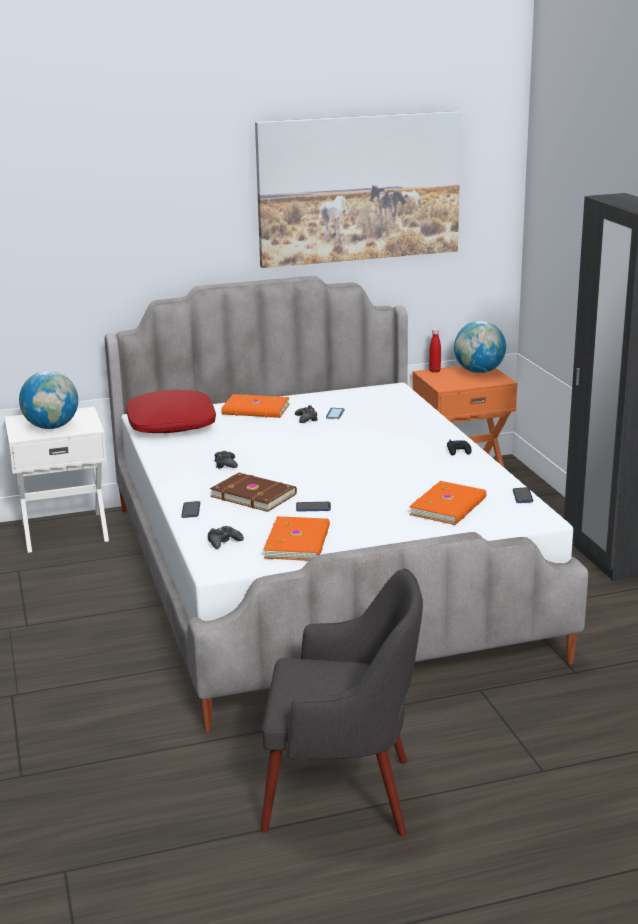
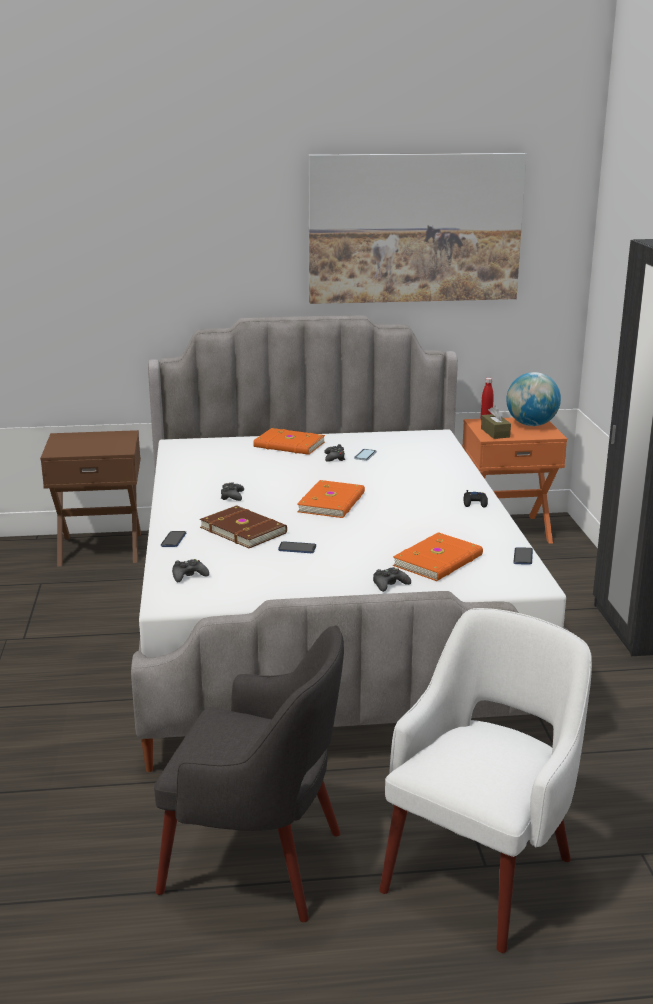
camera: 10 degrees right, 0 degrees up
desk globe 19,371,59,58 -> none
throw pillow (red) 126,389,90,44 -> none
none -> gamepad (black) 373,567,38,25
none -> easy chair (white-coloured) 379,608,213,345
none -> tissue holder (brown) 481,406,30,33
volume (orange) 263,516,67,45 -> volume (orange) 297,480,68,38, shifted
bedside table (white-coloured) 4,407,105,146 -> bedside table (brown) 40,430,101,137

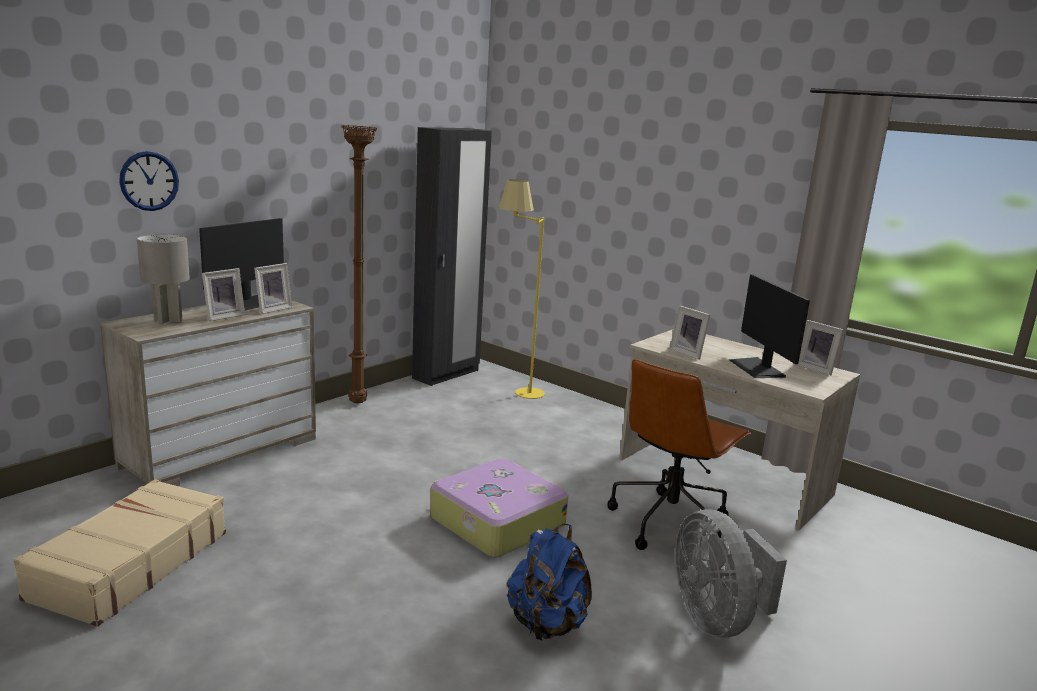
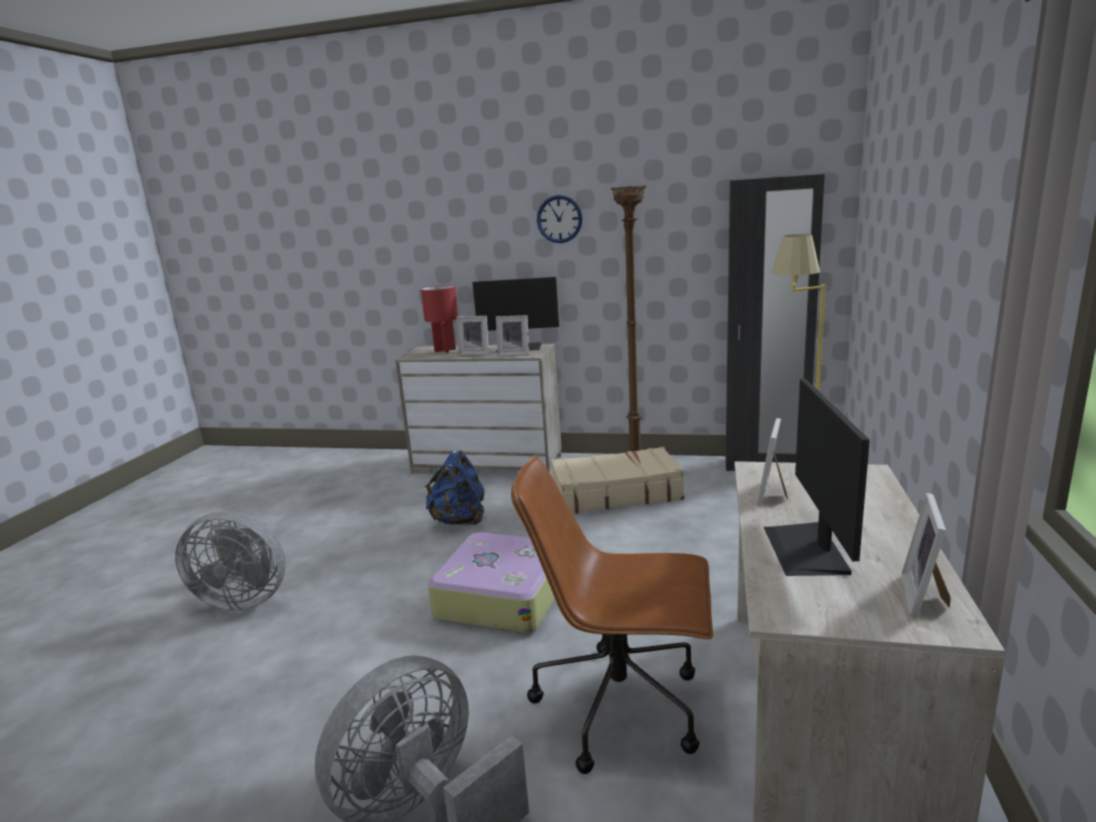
camera: 65 degrees right, 0 degrees up
none -> cooling fan (greyish) 175,511,111,100
travel case (beige) 14,479,212,148 -> travel case (beige) 551,447,133,67, shifted
clock on the wall 119,151,60,60 -> clock on the wall 537,195,45,48, shifted
knapsack (blue-coloured) 507,524,85,116 -> knapsack (blue-coloured) 425,451,60,74, shifted
table lamp (greyish) 137,234,53,90 -> table lamp (red) 421,285,38,68
computer display 729,274,81,104 -> computer display 764,378,106,198, 45 degrees counterclockwise

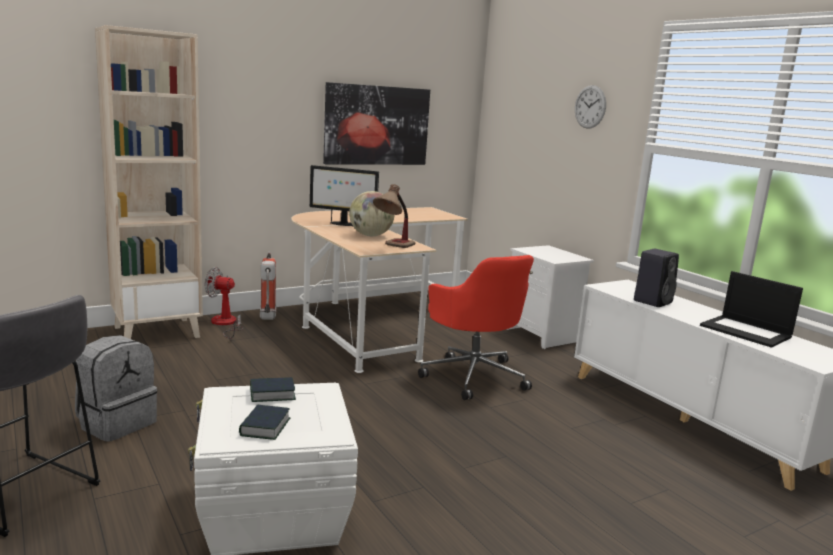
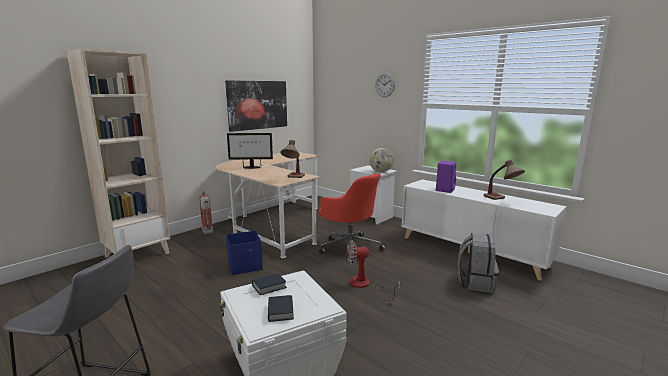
camera: 15 degrees left, 0 degrees up
none -> storage container (blue-coloured) 226,231,37,44
knapsack (greyish) 75,335,82,107 -> knapsack (greyish) 458,233,41,60, shifted
cooling fan 205,267,38,71 -> cooling fan 347,240,53,61, shifted
desk globe 349,191,46,45 -> desk globe 369,148,25,24, shifted
portable computer 700,271,103,77 -> table lamp 484,160,41,40
speaker (black) 634,249,45,58 -> speaker (purple) 436,161,20,32

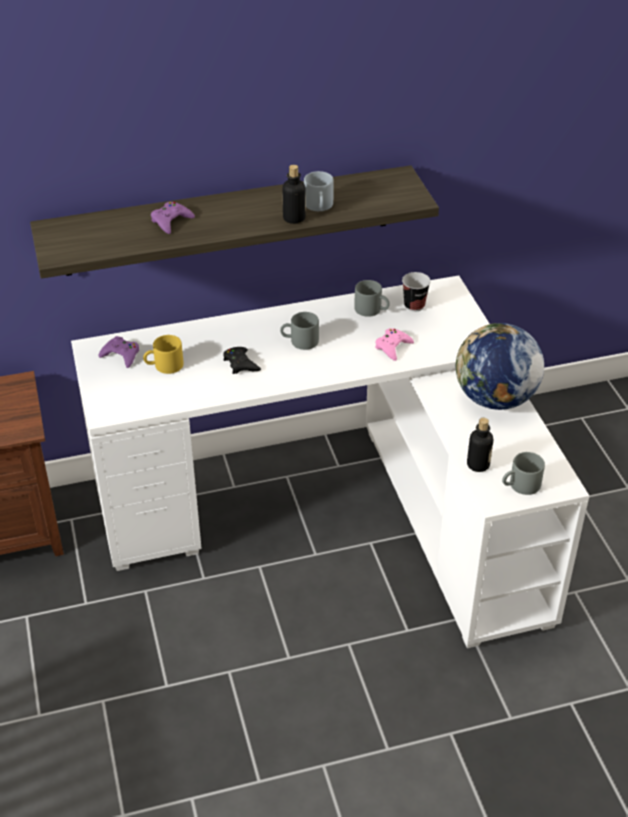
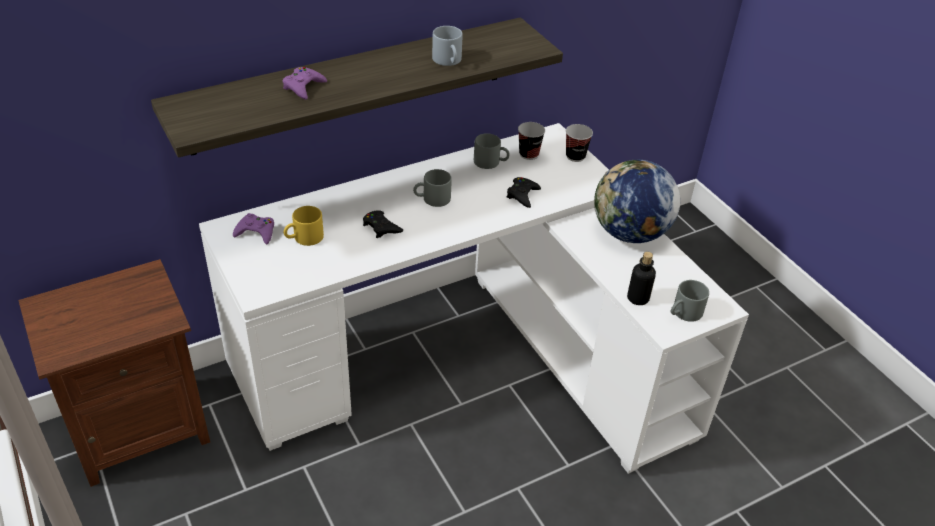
camera: 15 degrees left, 0 degrees up
bottle 282,165,24,59 -> none
none -> drinking cup 566,124,27,38
gamepad (pink-coloured) 375,328,39,33 -> gamepad (black) 507,177,34,31

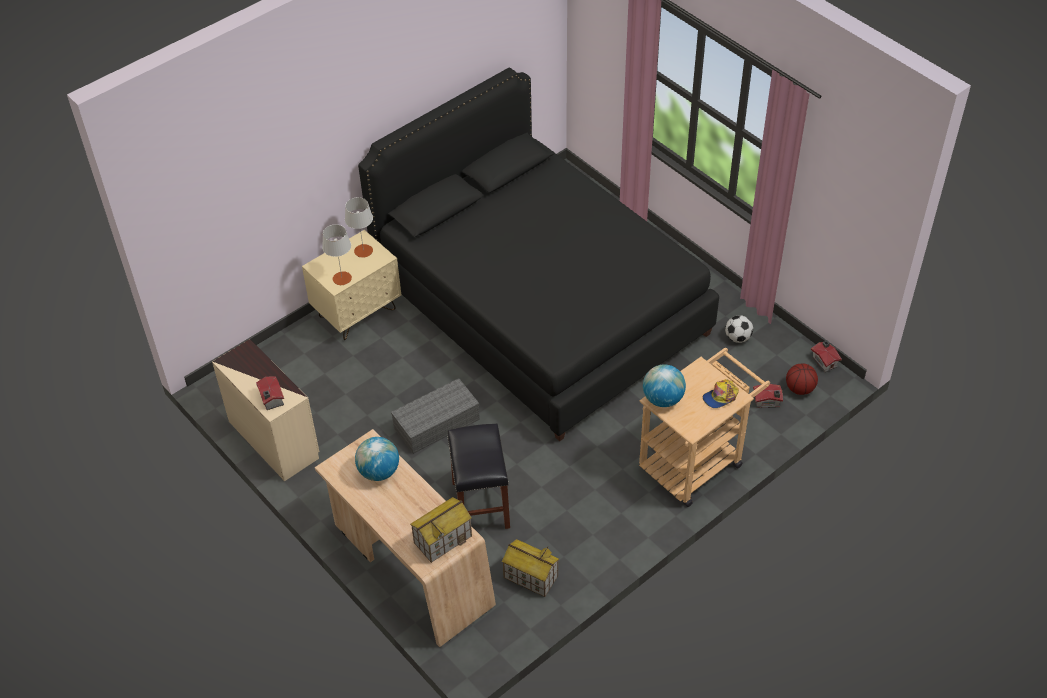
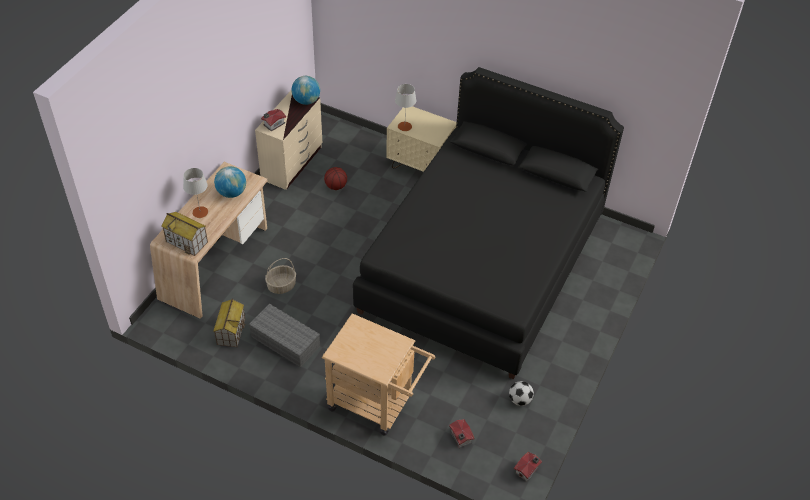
camera: 65 degrees right, 0 degrees up
peaked cap 703,379,36,29 -> none
table lamp (greyish) 345,197,28,61 -> table lamp (greyish) 183,168,25,50, shifted
storage container (greyish) 391,378,89,76 -> storage container (greyish) 249,304,71,64, shifted
desk globe 643,364,43,43 -> desk globe 292,76,28,29, shifted
ball for basketball 786,363,32,32 -> ball for basketball 324,167,23,23, shifted
stool seat (black) 448,423,62,106 -> basket 265,258,31,36

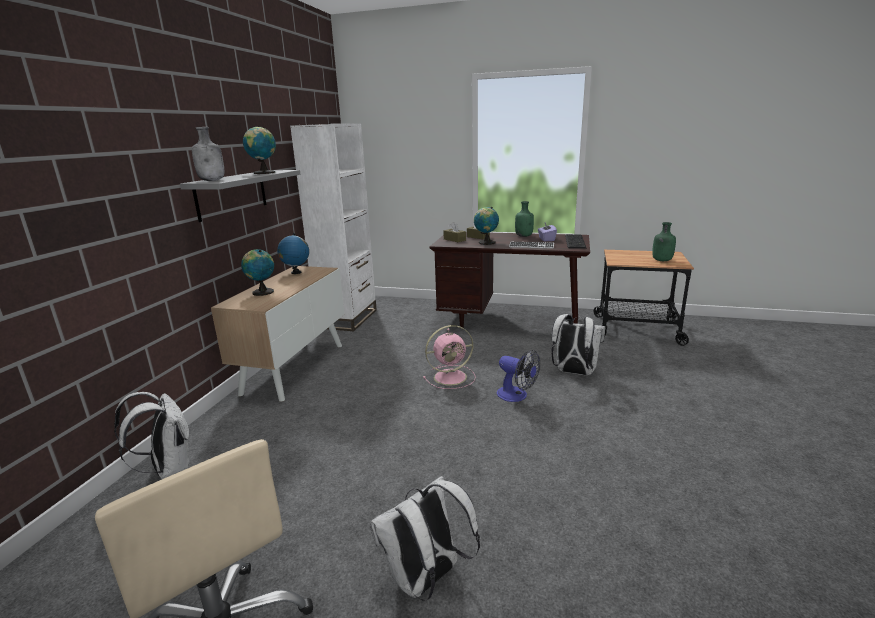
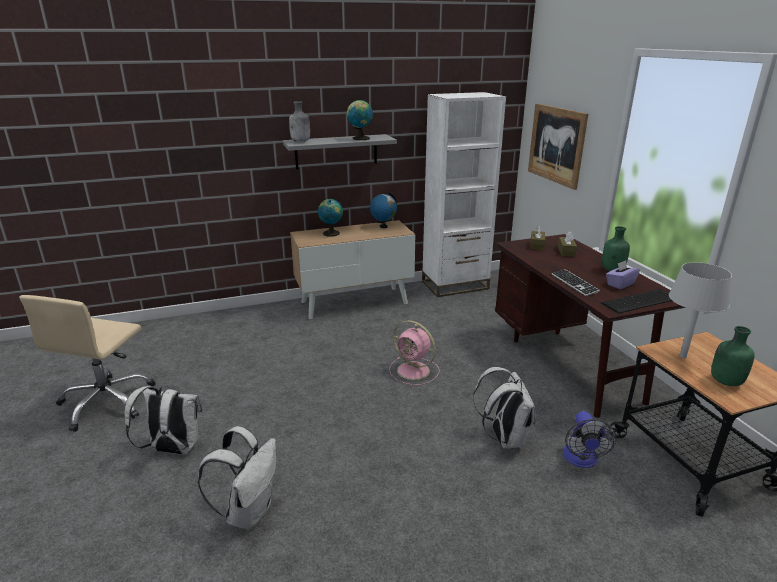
camera: 55 degrees right, 5 degrees up
desk globe 474,207,25,38 -> none
none -> wall picture 528,103,60,87
none -> table lamp (greyish) 669,262,63,96
knapsack (white-coloured) 114,392,75,87 -> knapsack (white-coloured) 198,426,78,104, shifted
cooling fan 497,350,43,52 -> cooling fan 563,411,54,57, shifted

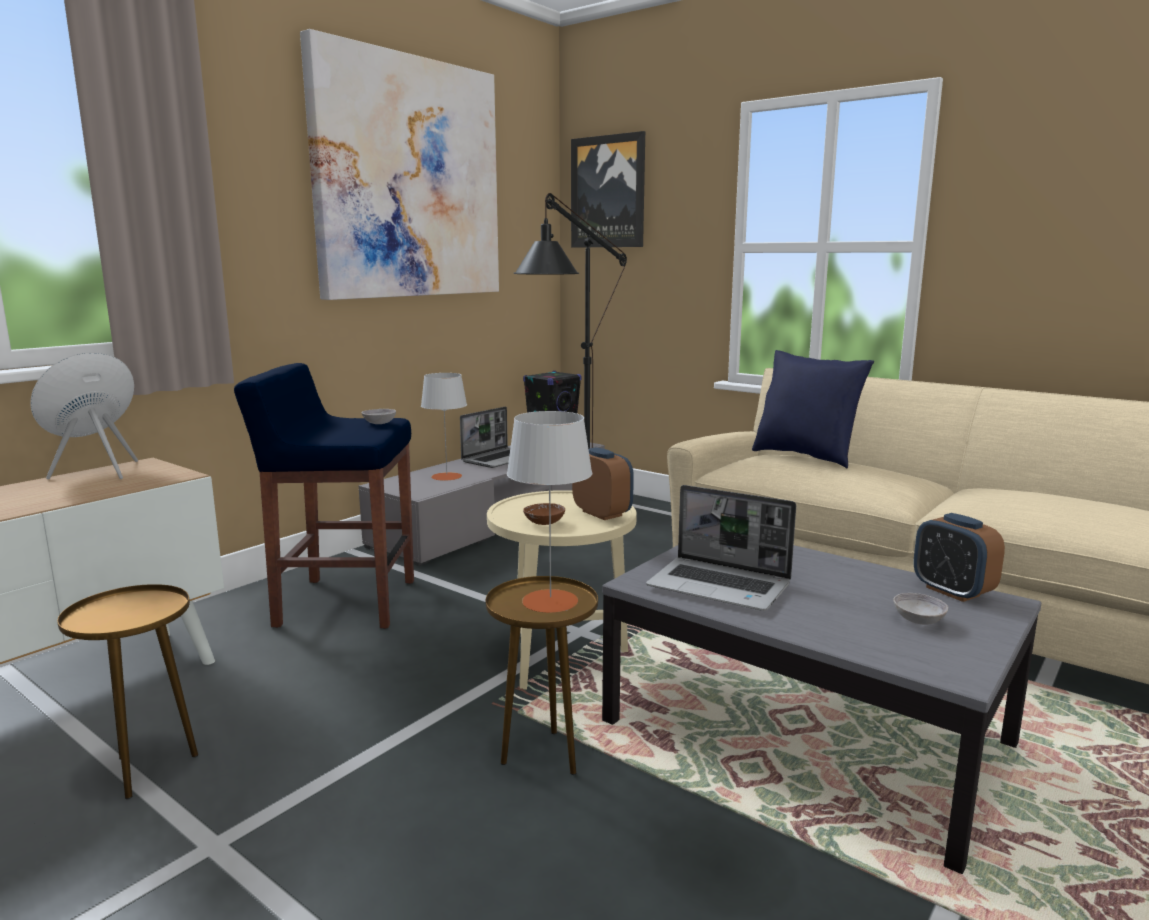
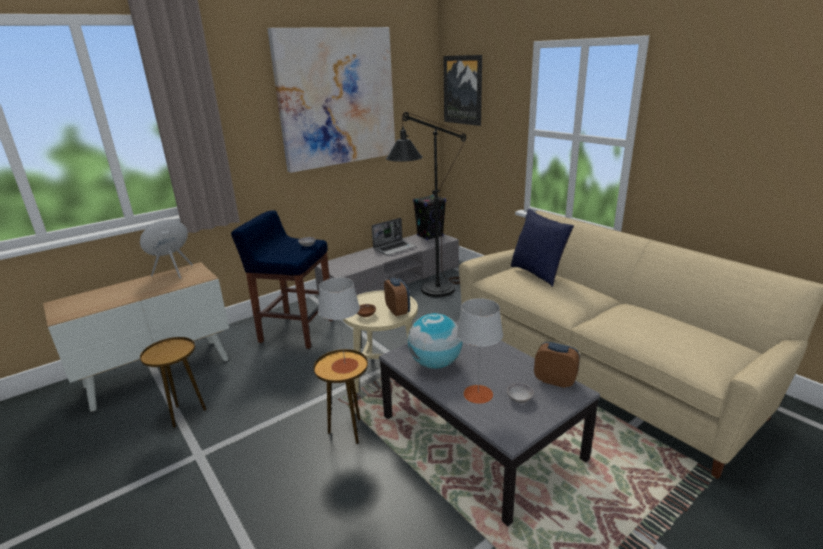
camera: 15 degrees right, 10 degrees up
table lamp (greyish) 421,373,46,108 -> table lamp (greyish) 457,298,46,106, shifted
portable computer 646,485,150,126 -> desk globe 408,313,55,56
alarm clock 913,513,92,89 -> alarm clock 534,342,46,46, 135 degrees clockwise

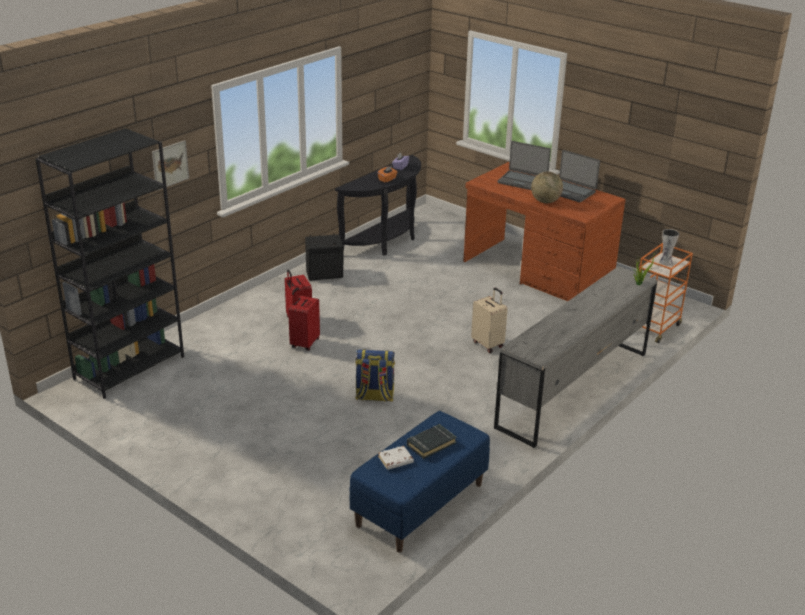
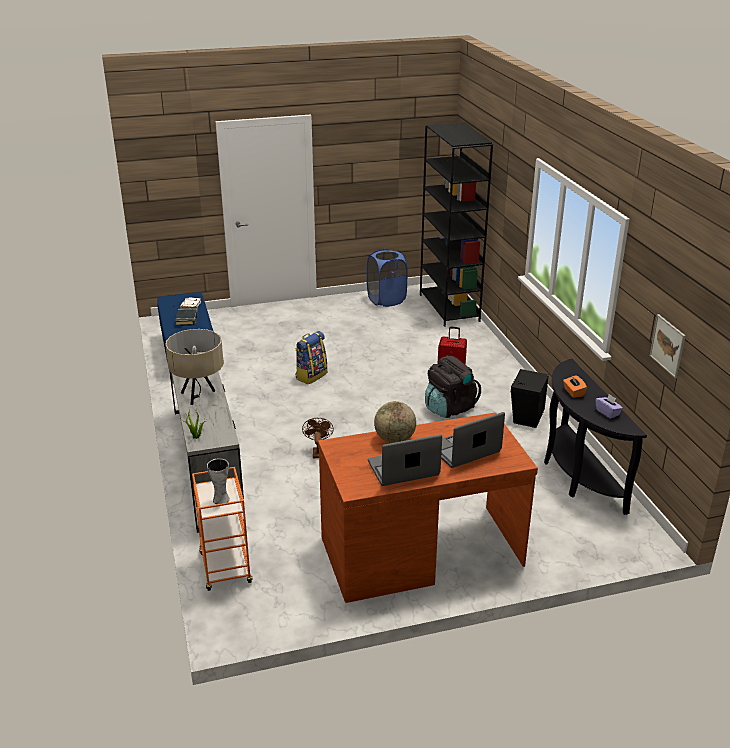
camera: 125 degrees right, 0 degrees up
travel case (red) 288,287,32,64 -> none
none -> table lamp (beige) 165,329,59,76
none -> hamper (blue-coloured) 367,249,41,58
none -> knapsack (black) 425,356,56,62
wall picture 152,140,37,51 -> wall picture 650,314,36,64, shifted
travel case (beige) 471,288,37,65 -> cooling fan (brown) 302,418,32,40

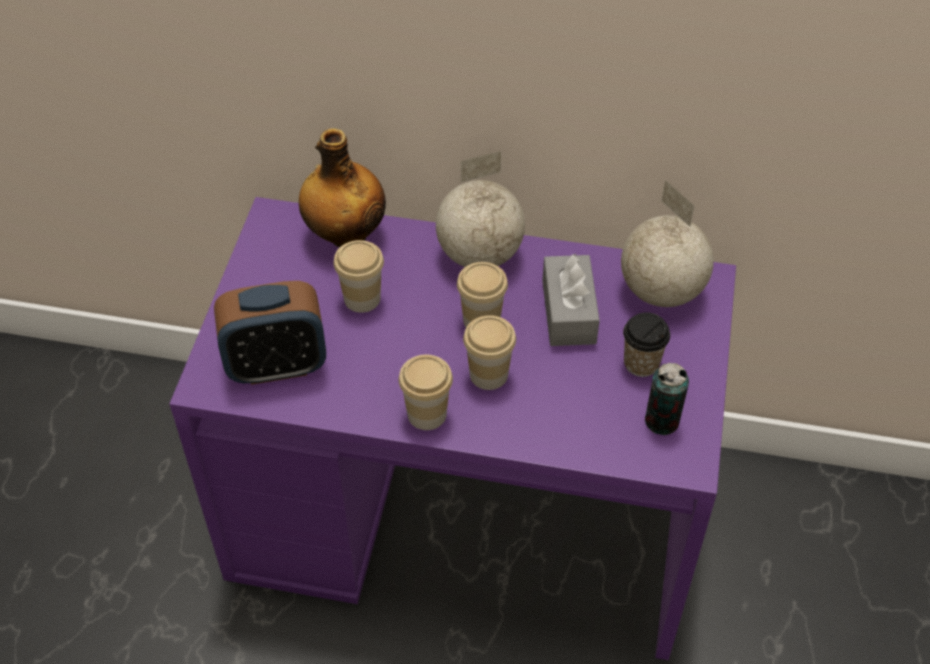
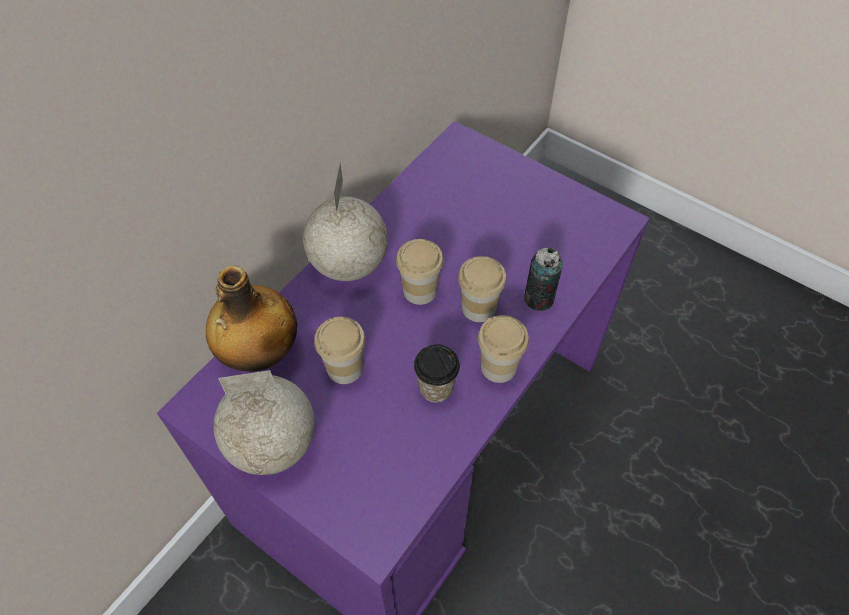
camera: 65 degrees left, 5 degrees up
alarm clock 214,281,112,104 -> none
tissue holder (greyish) 542,254,58,92 -> none
desk globe 621,180,93,127 -> desk globe 214,370,101,105, shifted
drinking cup 623,312,47,65 -> drinking cup 414,344,46,59, shifted
sealed can 645,363,44,72 -> sealed can 524,248,39,63, shifted

